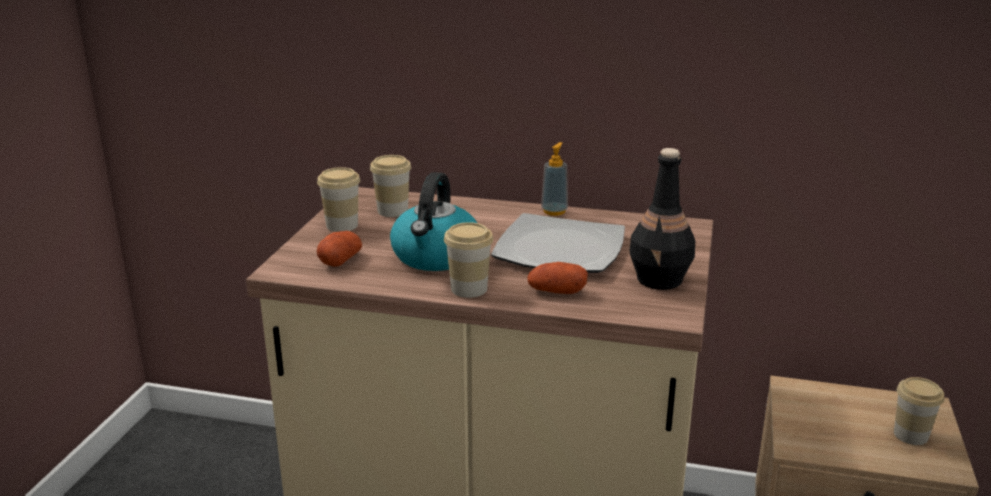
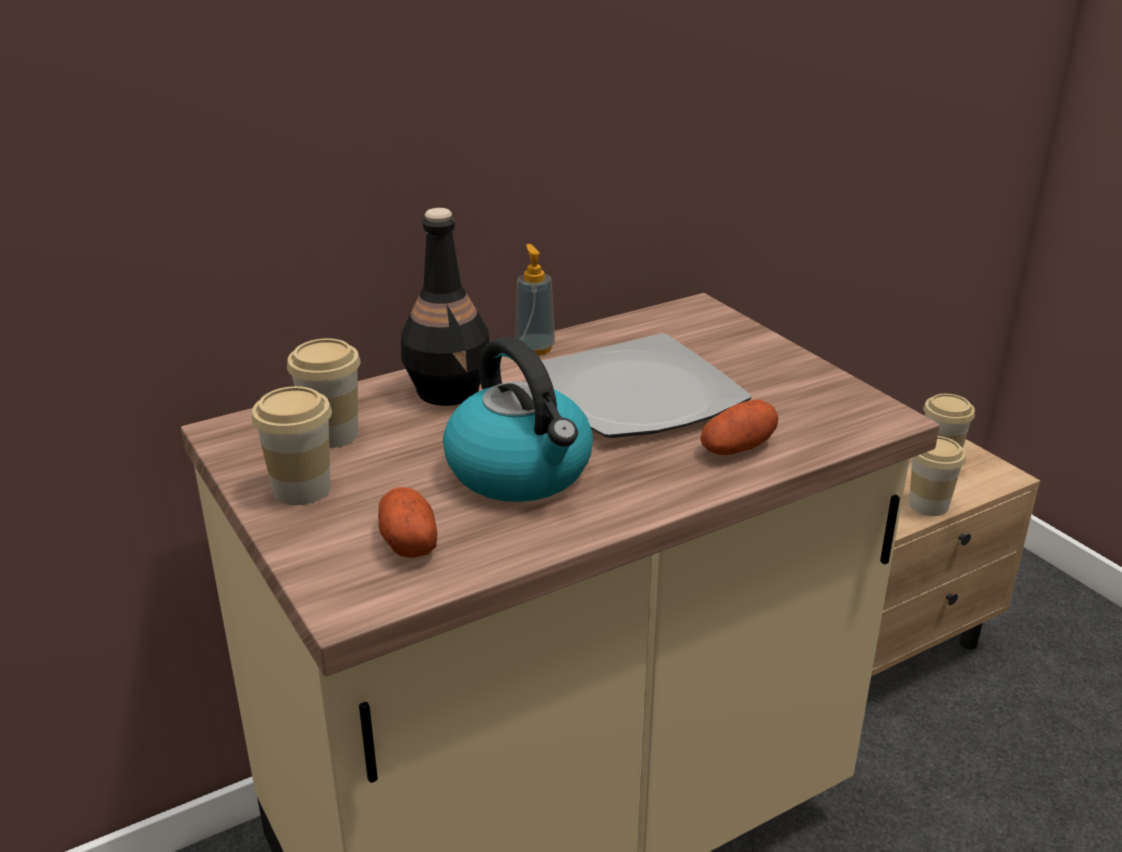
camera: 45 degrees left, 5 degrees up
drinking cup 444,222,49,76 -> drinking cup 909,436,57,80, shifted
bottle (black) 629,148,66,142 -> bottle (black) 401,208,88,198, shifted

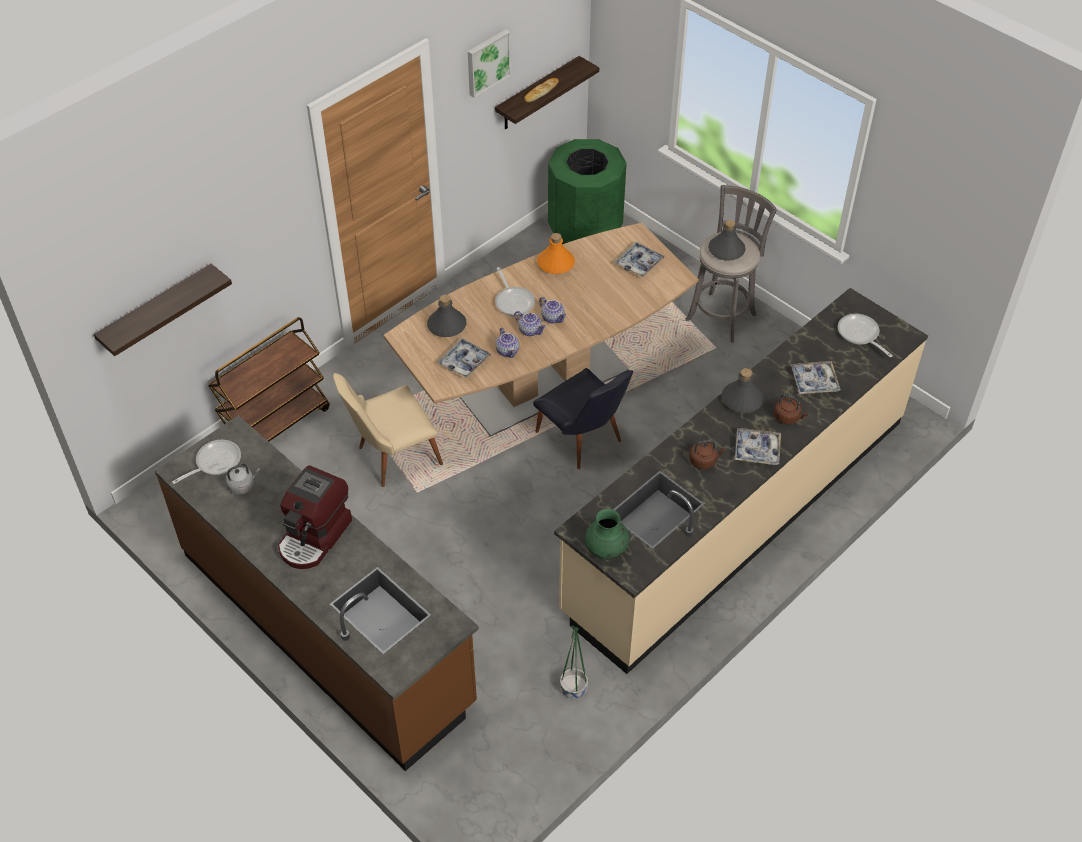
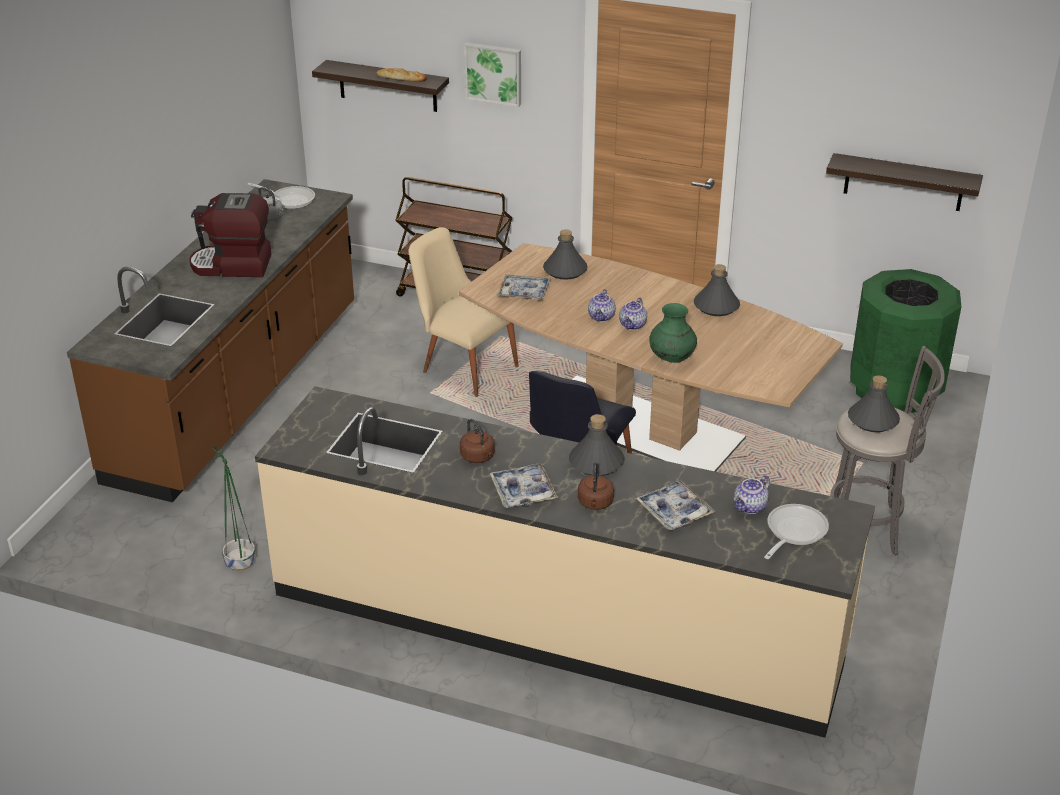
camera: 65 degrees right, 15 degrees down
skillet 495,267,40,49 -> none
tray 614,242,51,36 -> none
wall picture 468,29,43,69 -> wall picture 464,42,57,65, shifted
tea pot 496,328,23,30 -> tea pot 734,475,36,39, shifted
bread 524,78,35,25 -> bread 376,68,51,14, shifted
flower vase (green-coloured) 585,509,44,51 -> flower vase (green-coloured) 649,303,48,60, shifted
bottle (orange) 537,233,38,41 -> bottle (greyish) 694,264,46,52

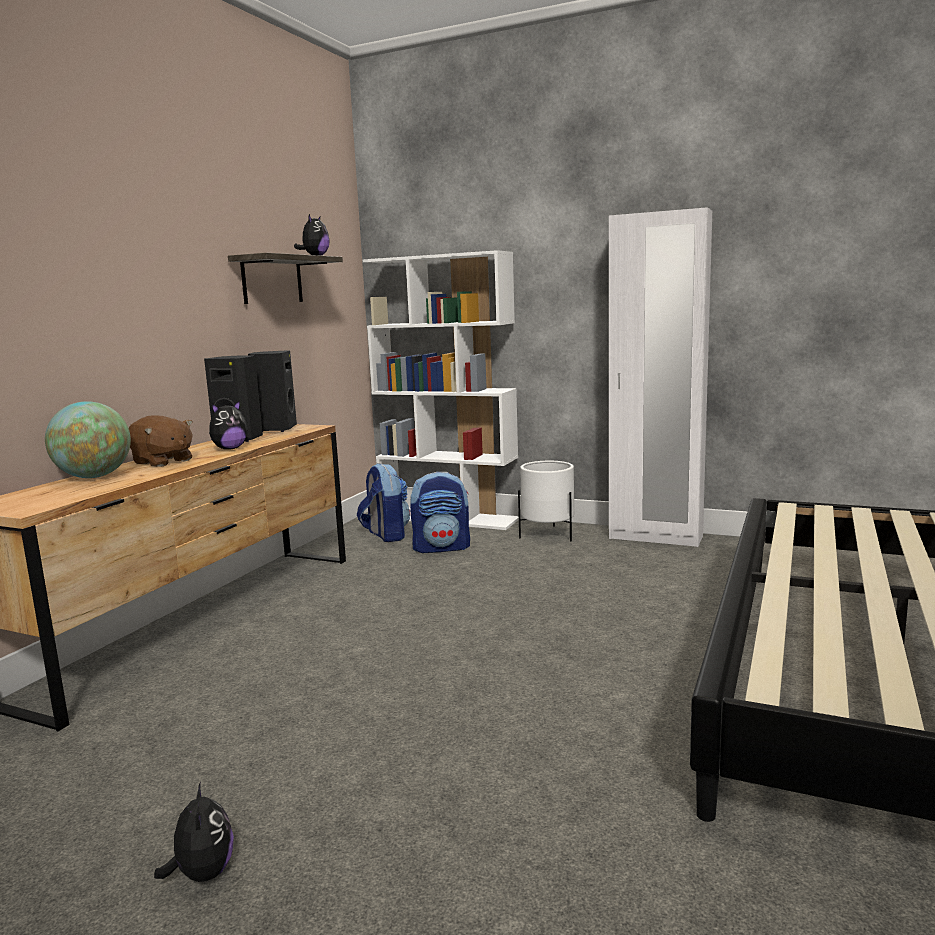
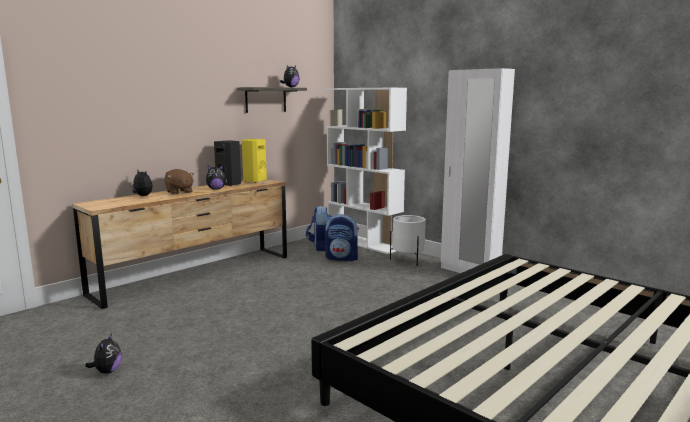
camera: 20 degrees right, 0 degrees up
desk globe 45,401,86,77 -> cuddly toy 131,170,22,26
speaker (black) 248,351,49,81 -> speaker (yellow) 242,139,25,44

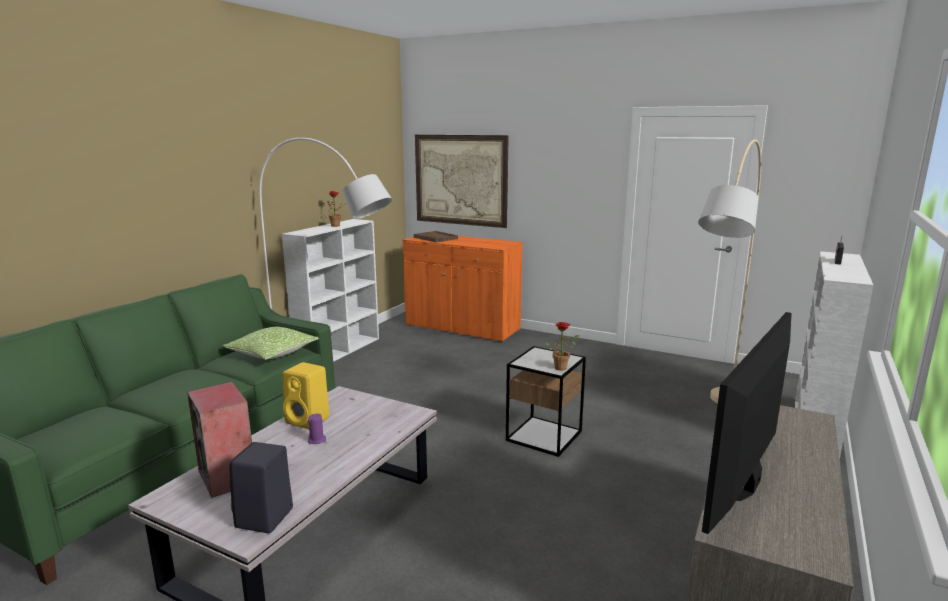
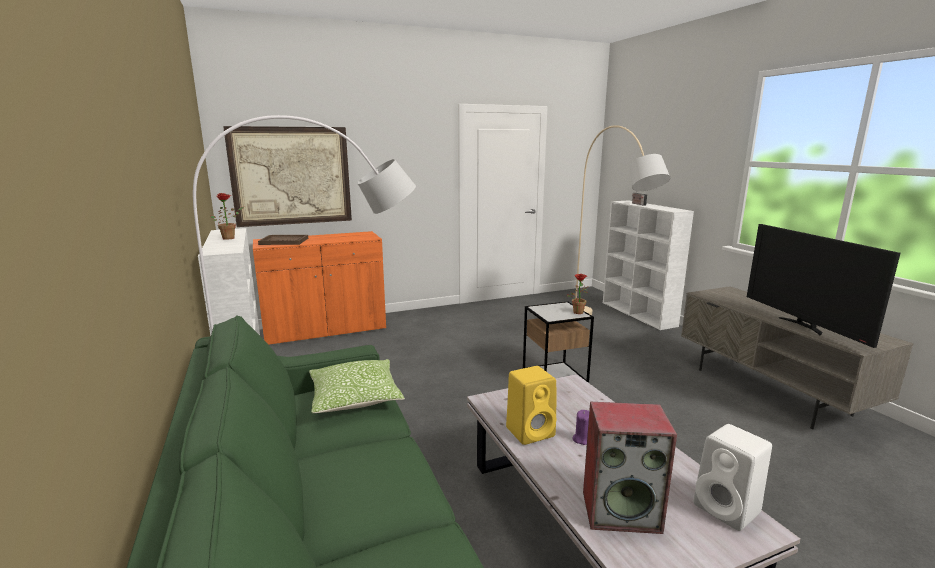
camera: 50 degrees left, 0 degrees up
speaker (black) 229,442,64,91 -> speaker (white-coloured) 693,424,79,107

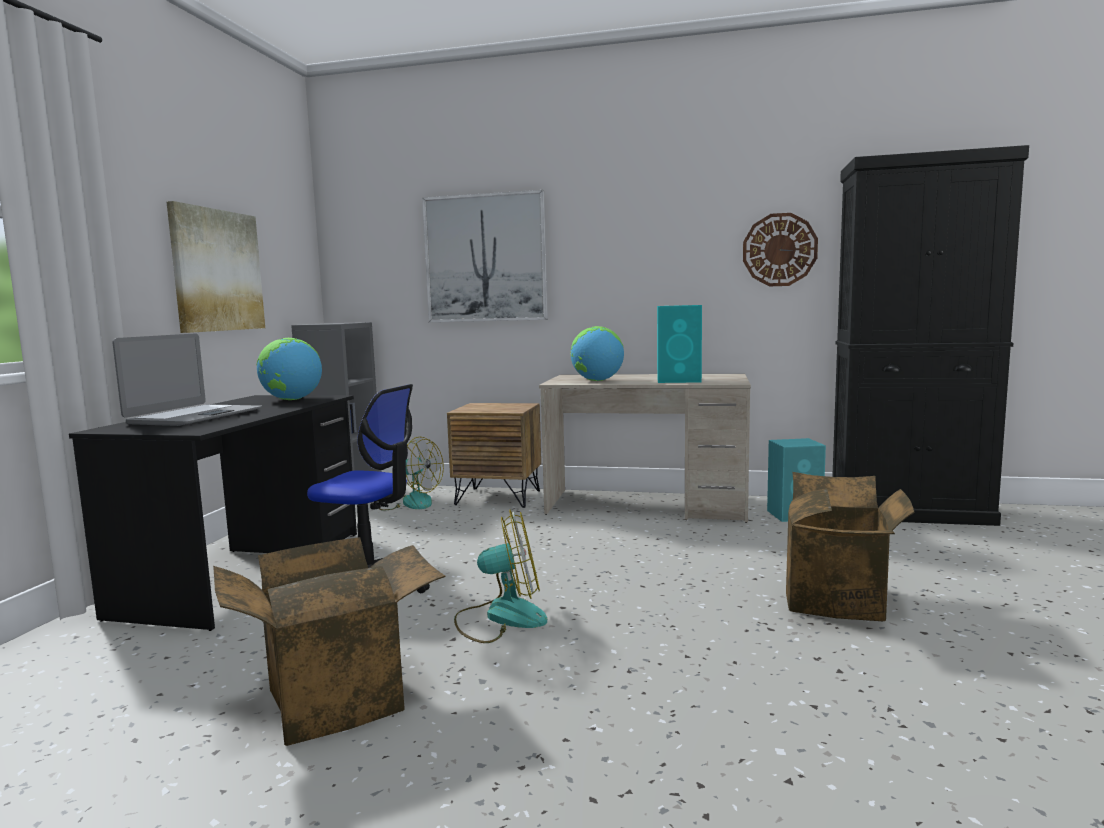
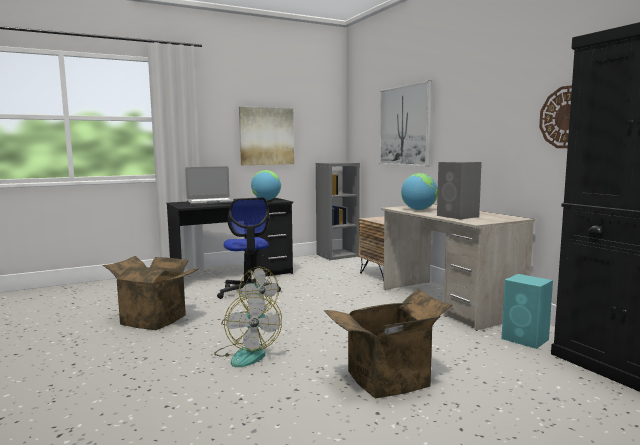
camera: 50 degrees right, 0 degrees up
cooling fan 379,437,65,74 -> cooling fan 214,293,68,74, shifted
speaker (blue-green) 657,305,45,78 -> speaker (greyish) 437,161,45,58

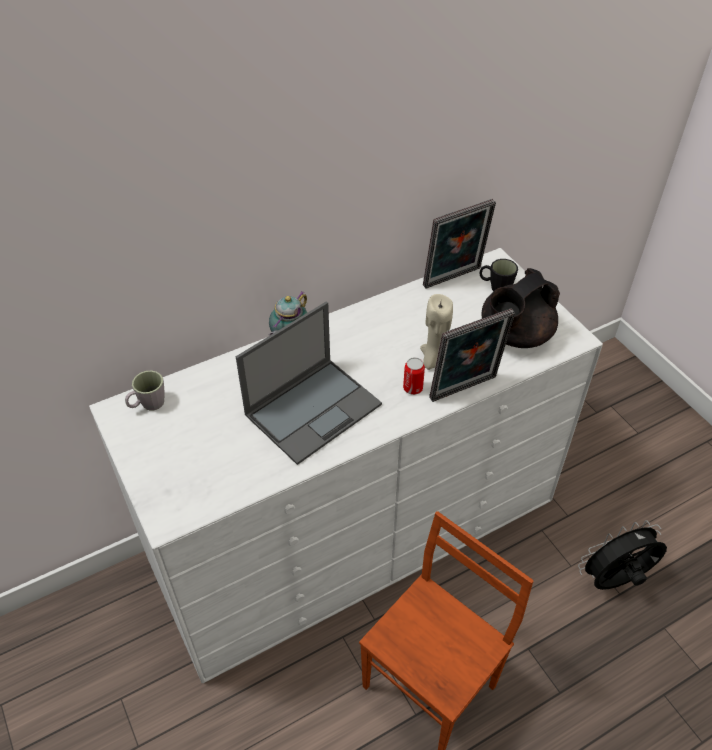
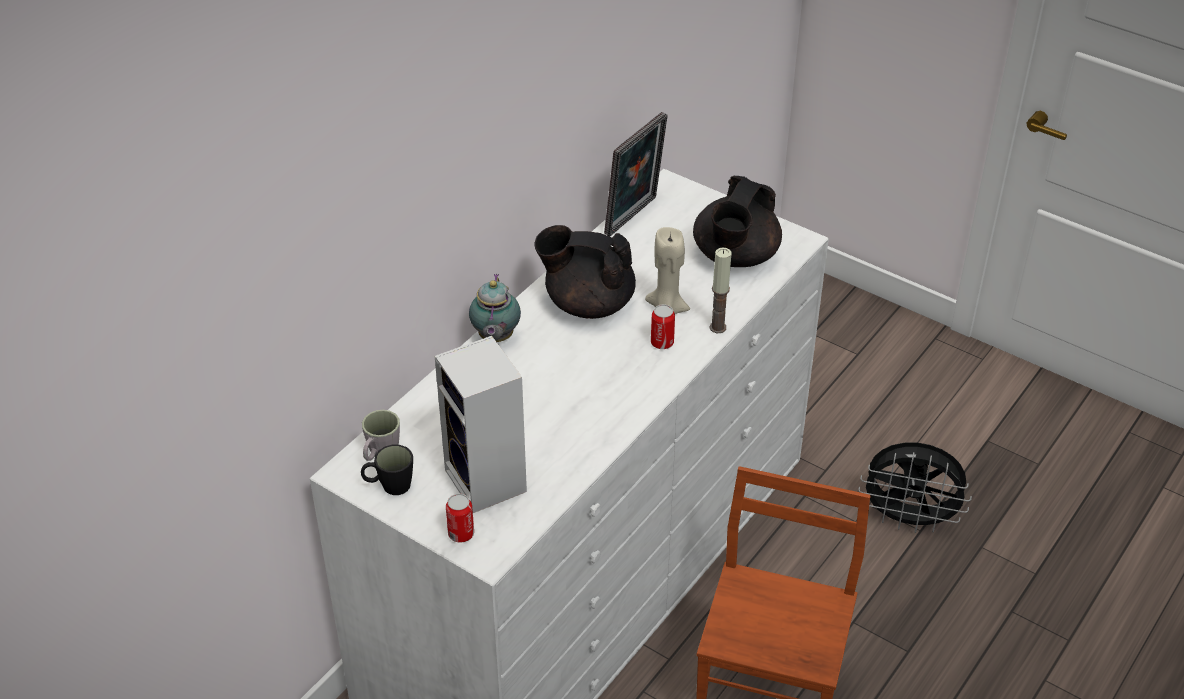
camera: 25 degrees left, 5 degrees down
portable computer 235,301,147,164 -> none
none -> speaker 435,336,92,177
none -> sealed can 446,494,28,49
none -> tea pot (black) 535,225,101,94
tea mug (black) 480,259,38,32 -> tea mug (black) 361,444,52,51, shifted
standing frame 429,308,86,94 -> candle 709,247,22,86
cooling fan (black) 578,520,89,70 -> cooling fan (black) 858,443,114,90, 120 degrees counterclockwise

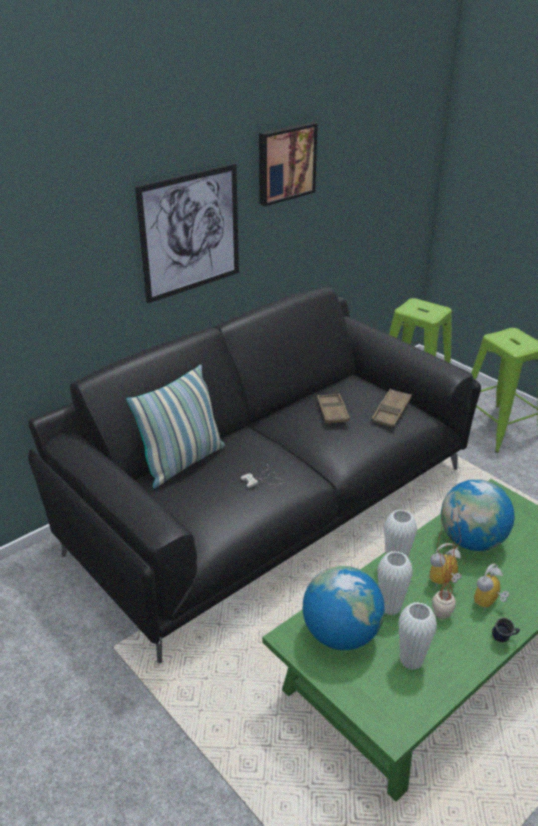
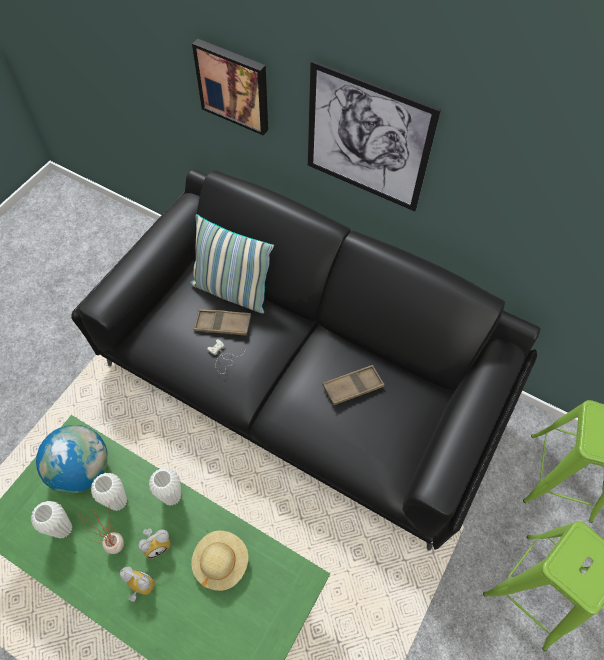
camera: 70 degrees right, 25 degrees up
tea mug (blue-coloured) 492,618,28,25 -> none
wall picture 259,122,59,84 -> wall picture 192,39,76,96, shifted
tray (brown) 371,389,41,39 -> tray (brown) 194,309,57,27, shifted
desk globe 441,479,74,72 -> clothing hat (beige) 191,531,57,60
alarm clock 429,543,33,44 -> alarm clock 138,529,33,30, 105 degrees clockwise

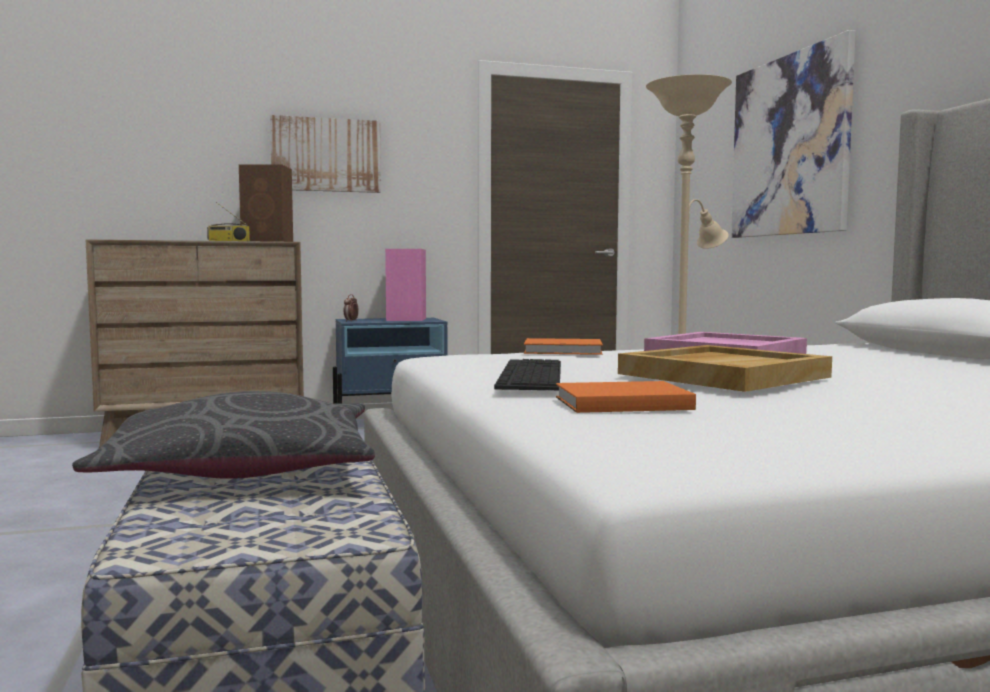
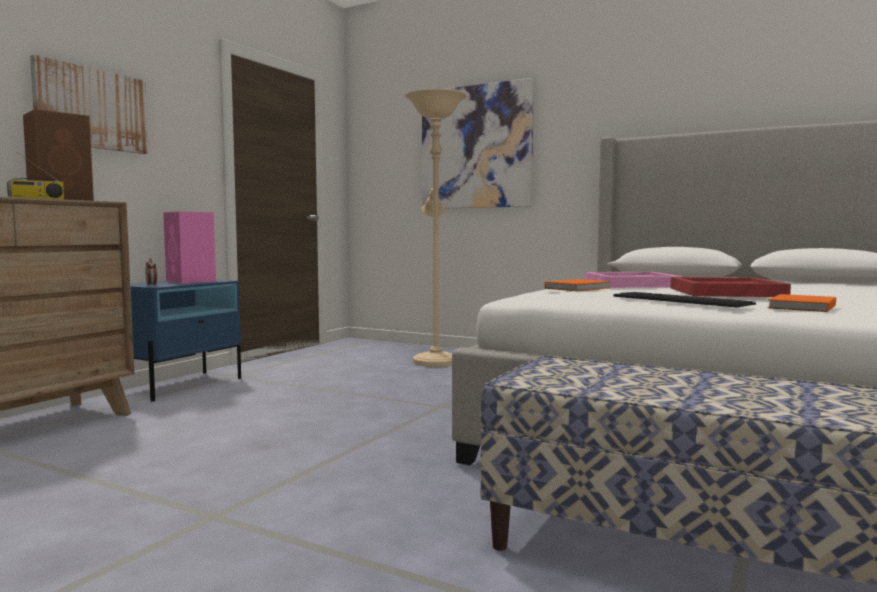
camera: 45 degrees left, 0 degrees up
throw pillow (greyish) 72,391,303,88 -> none
tray (beige) 618,345,214,47 -> tray (red) 670,277,121,20

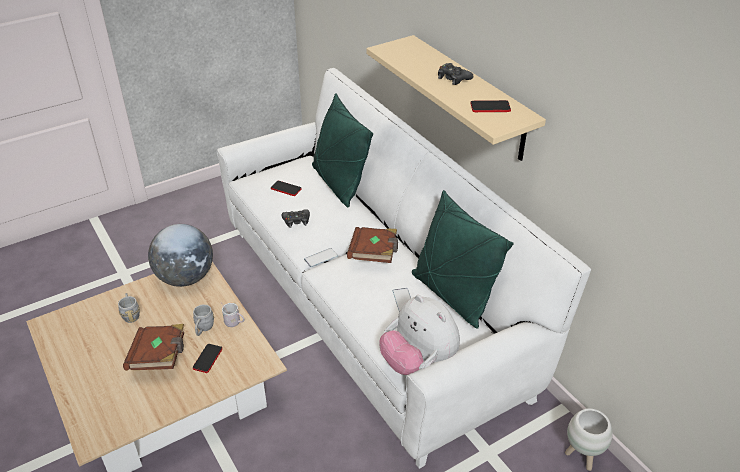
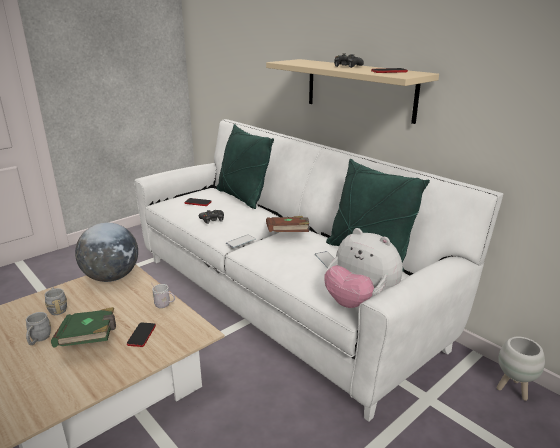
camera: 10 degrees left, 15 degrees down
tea mug (greyish) 193,304,21,32 -> tea mug (greyish) 26,312,25,33, shifted
volume (brown) 123,324,61,47 -> volume (green-coloured) 51,307,65,41

